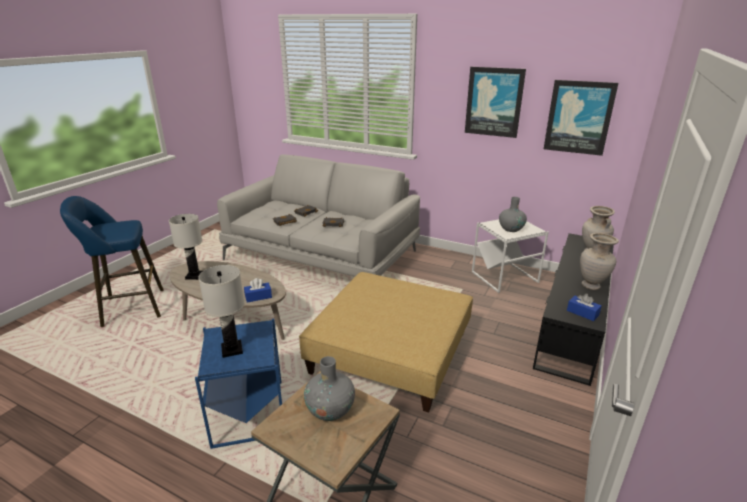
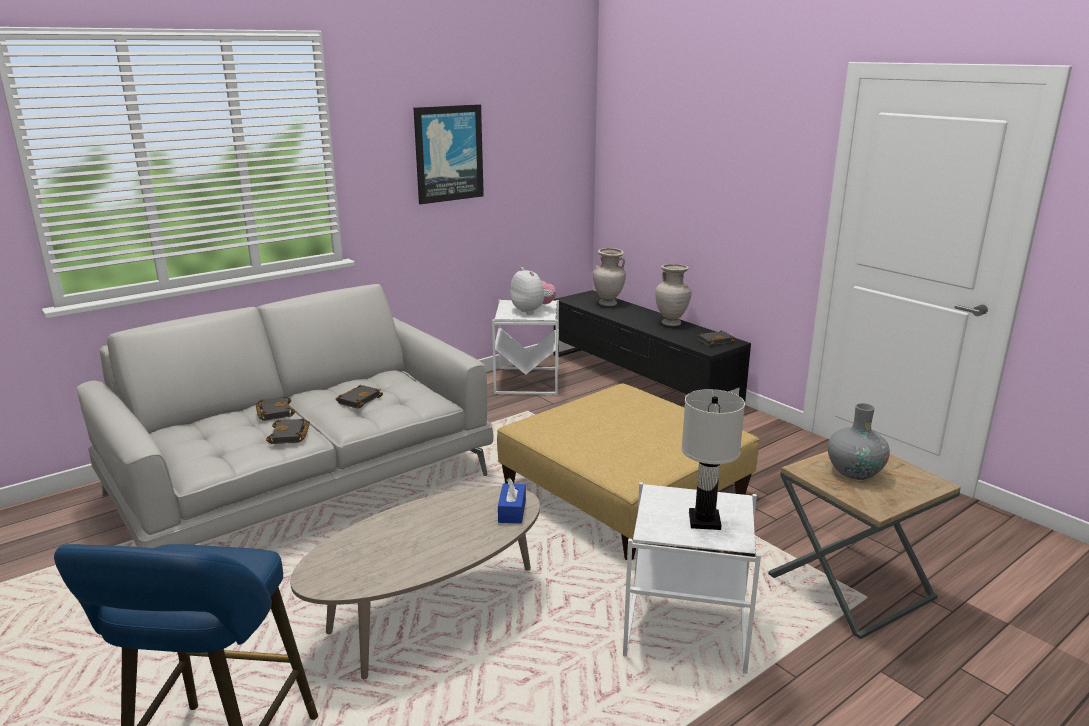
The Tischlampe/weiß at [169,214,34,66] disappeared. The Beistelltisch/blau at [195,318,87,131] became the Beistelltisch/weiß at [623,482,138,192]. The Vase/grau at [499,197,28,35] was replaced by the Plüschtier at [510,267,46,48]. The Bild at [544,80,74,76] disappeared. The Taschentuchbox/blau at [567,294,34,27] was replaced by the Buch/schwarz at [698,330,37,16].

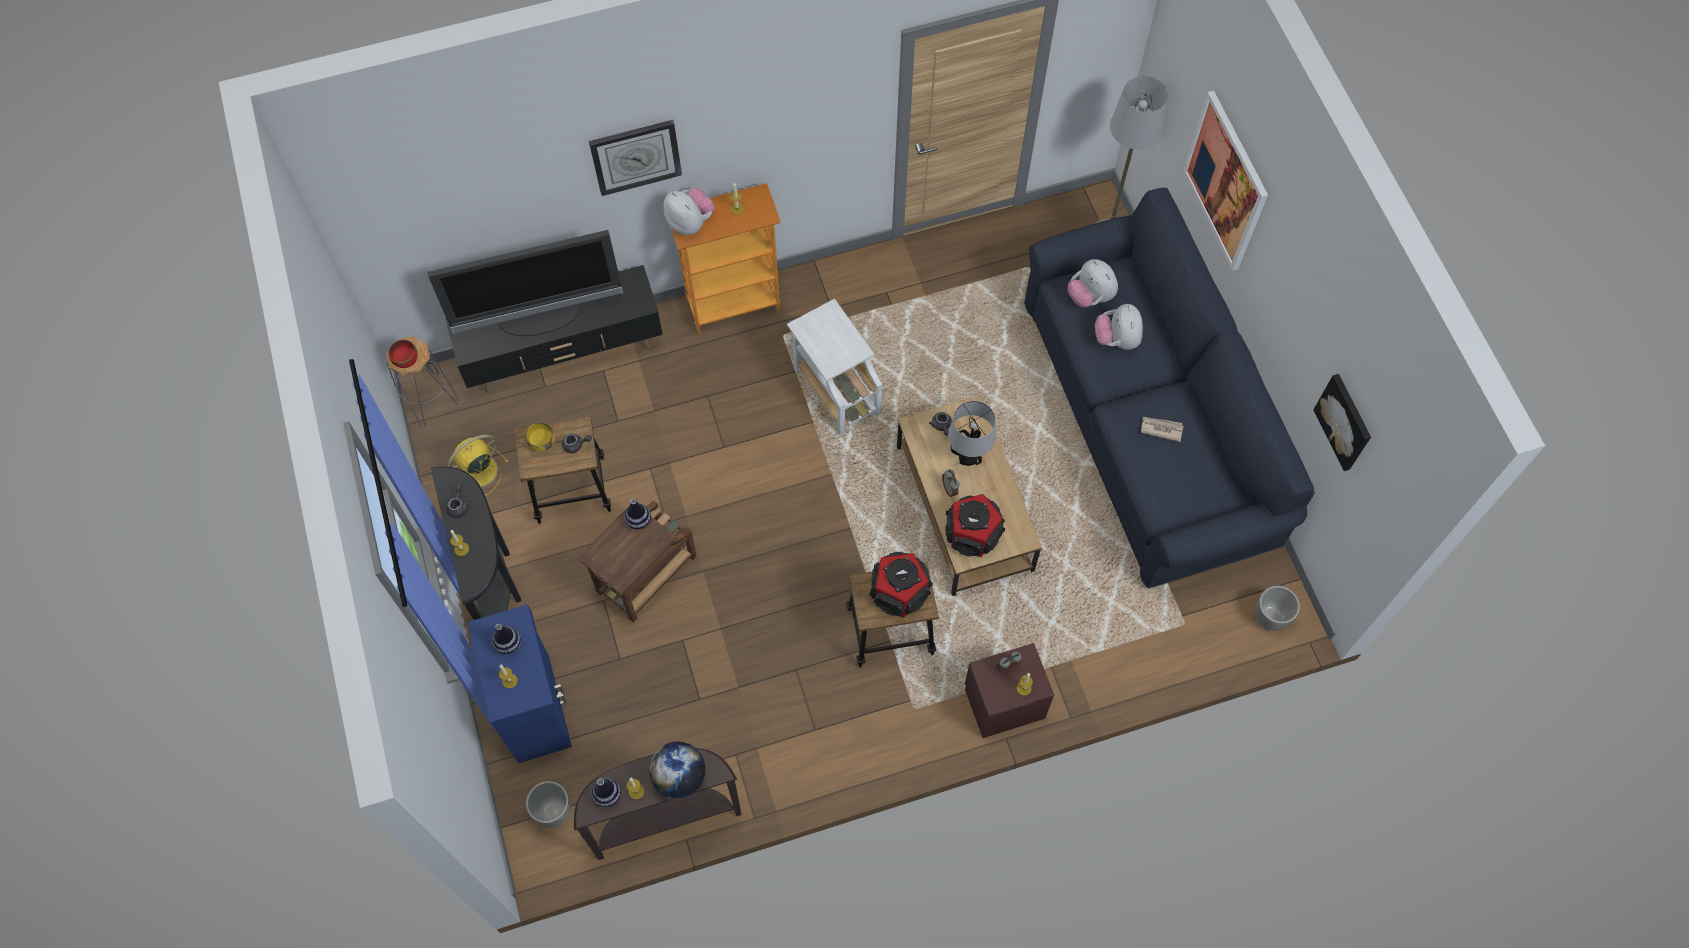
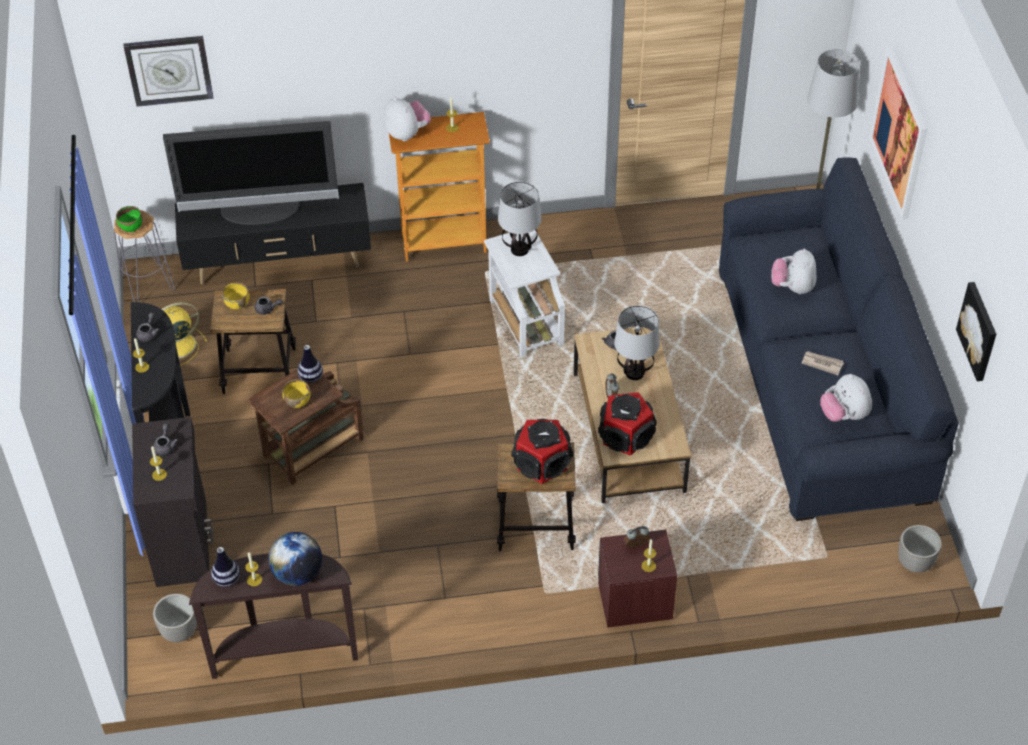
The Schüssel/rot at [388,339,29,29] became the Schüssel/grün at [116,206,27,26]. The Schrank/blau at [467,604,105,159] became the Schrank/schwarz at [132,417,82,170]. The Vase at [492,623,29,32] was replaced by the Teekanne/grau at [153,423,25,33]. The Wanduhr moved from [589,120,93,76] to [124,36,89,71]. The Plüschtier moved from [1068,259,50,49] to [820,374,52,48]. The Schüssel/gelb at [282,379,29,29] appeared. The Tischlampe at [498,182,43,74] appeared.

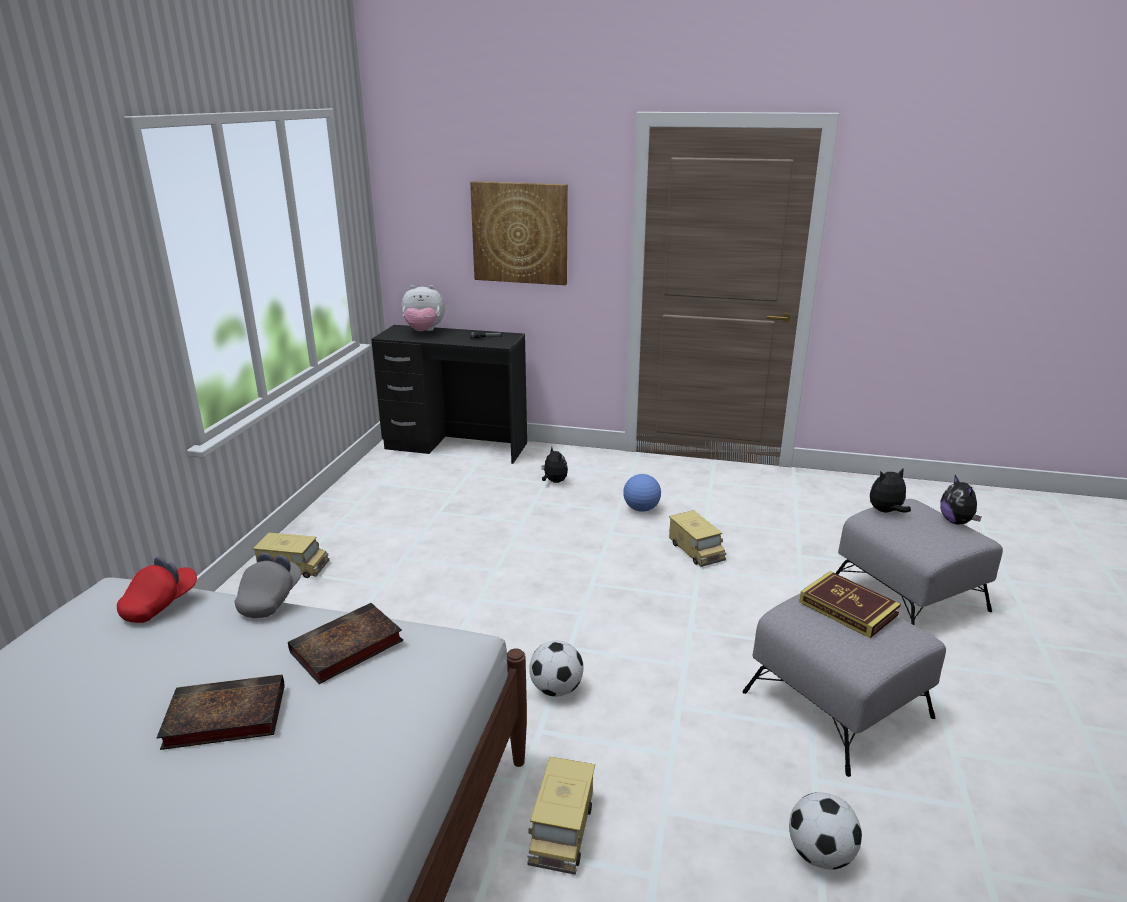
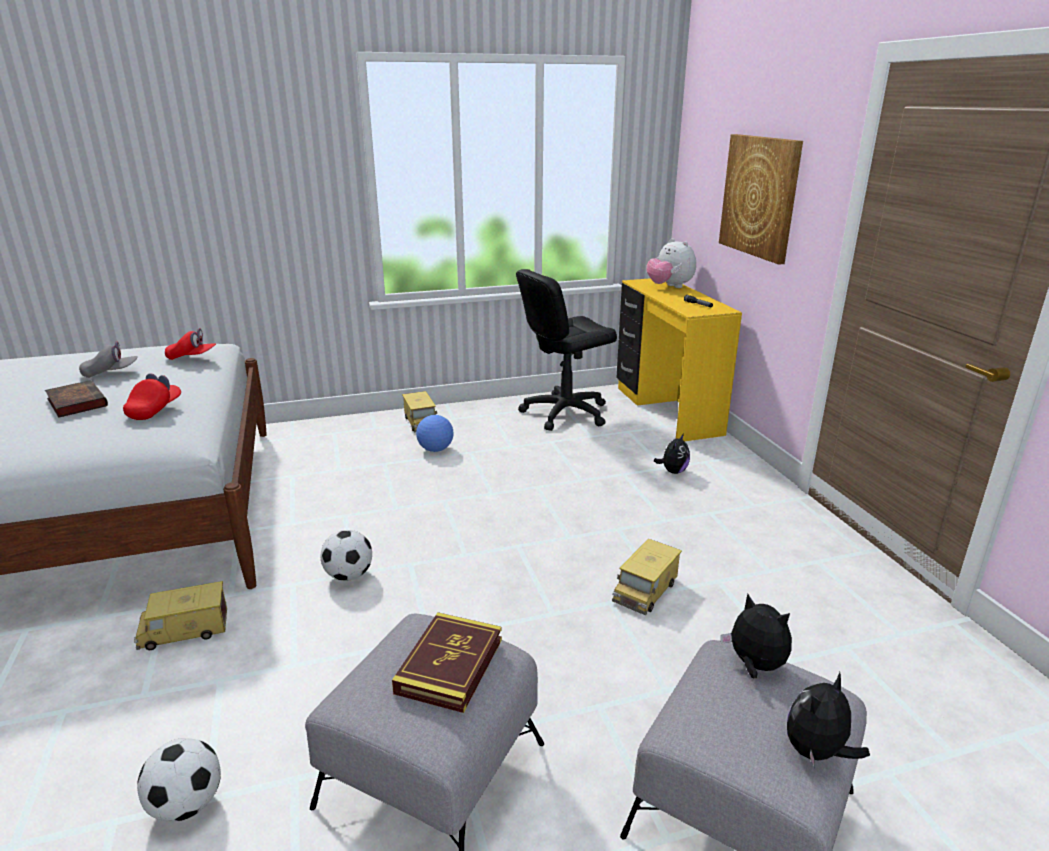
The Kappe/grau moved from [235,553,66,65] to [79,341,59,37]. The Buch at [288,603,115,81] was replaced by the Kappe/rot at [123,373,58,47]. The Schreibtisch/schwarz at [371,325,156,139] became the Schreibtisch/gelb at [616,278,126,163]. The Fußball moved from [623,474,38,38] to [416,415,38,37]. The Bürostuhl/schwarz at [516,269,101,162] appeared.

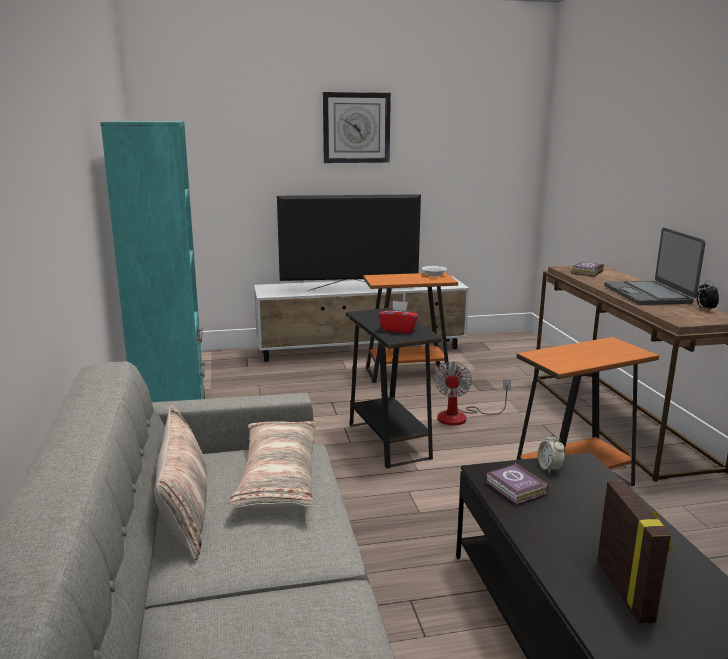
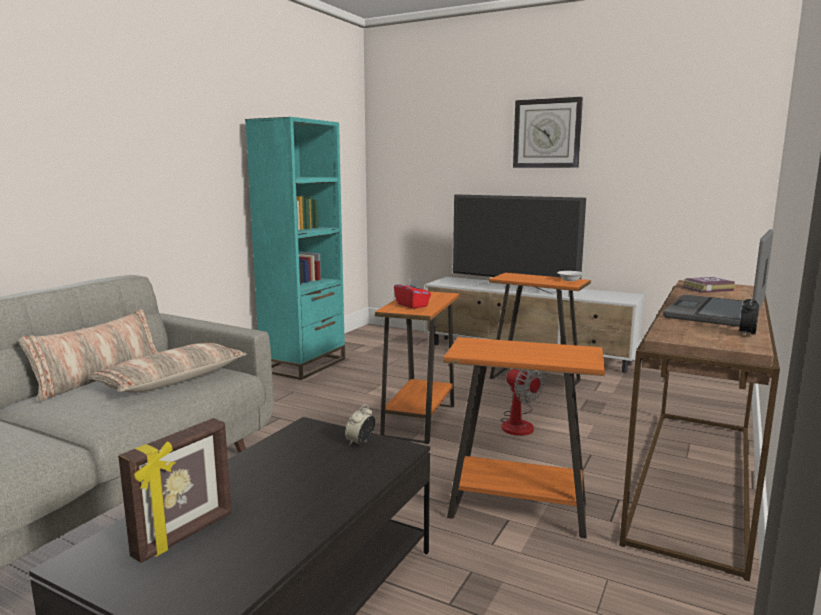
The Beistelltisch/schwarz at [346,307,96,161] became the Beistelltisch/orange at [375,291,84,153]. The Ventilator at [434,362,77,64] turned 90 degrees counterclockwise. The Buch at [485,463,63,43] disappeared.

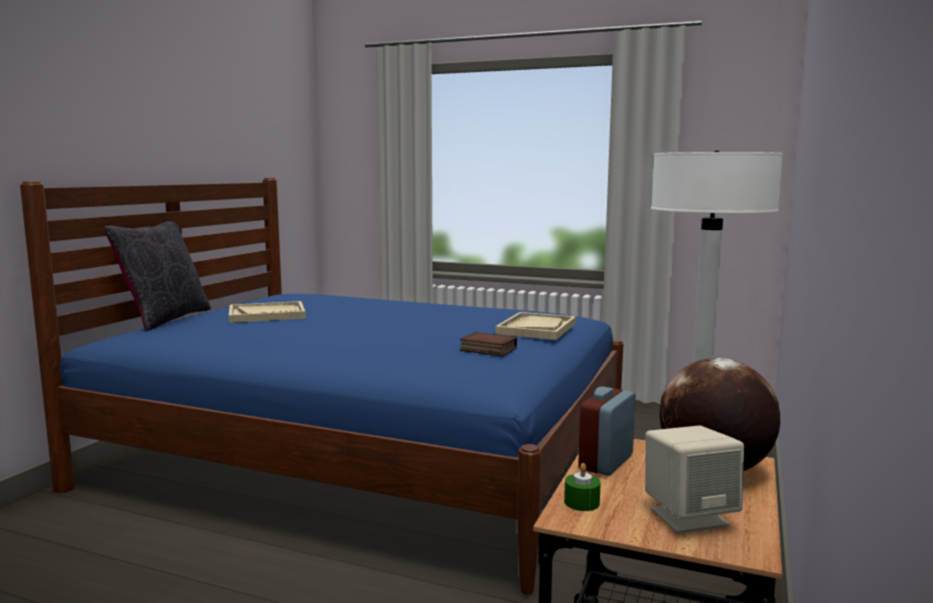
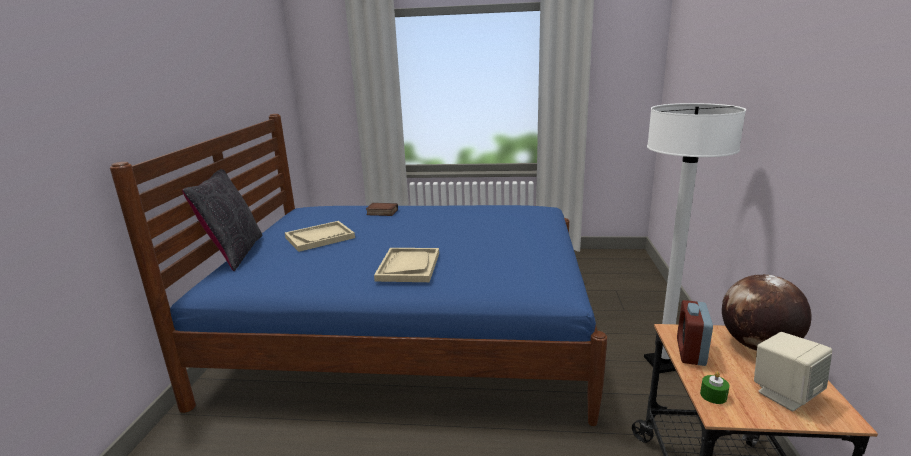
The Buch moved from [460,332,57,24] to [366,203,32,13]. The Tablett/beige moved from [495,312,81,28] to [374,248,65,34].

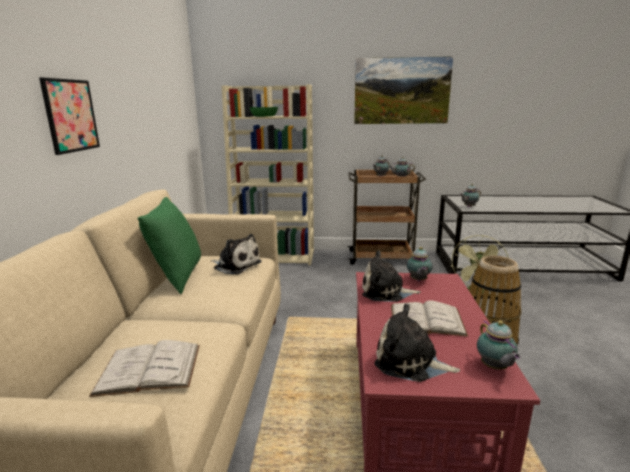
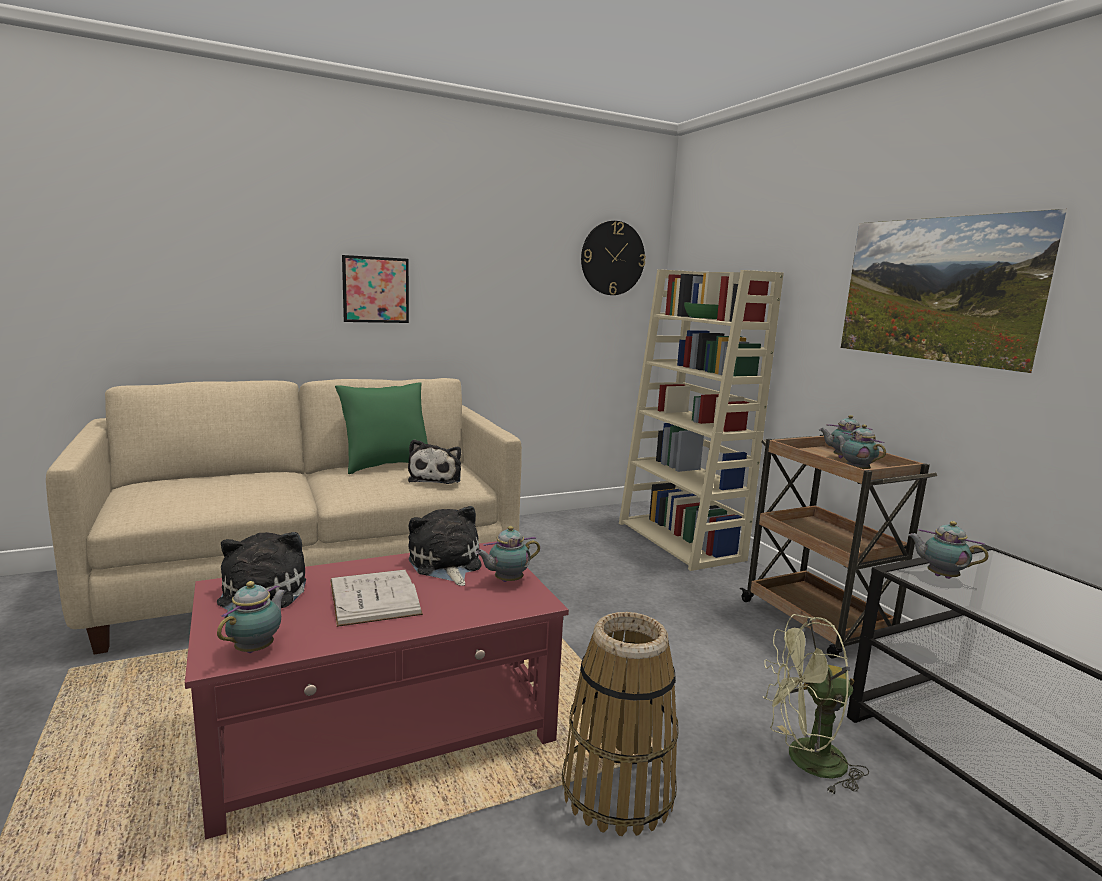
The Buch/weiß at [89,340,111,57] disappeared. The Teekanne at [477,320,44,50] turned 150 degrees clockwise. The Wanduhr at [581,221,65,74] appeared.

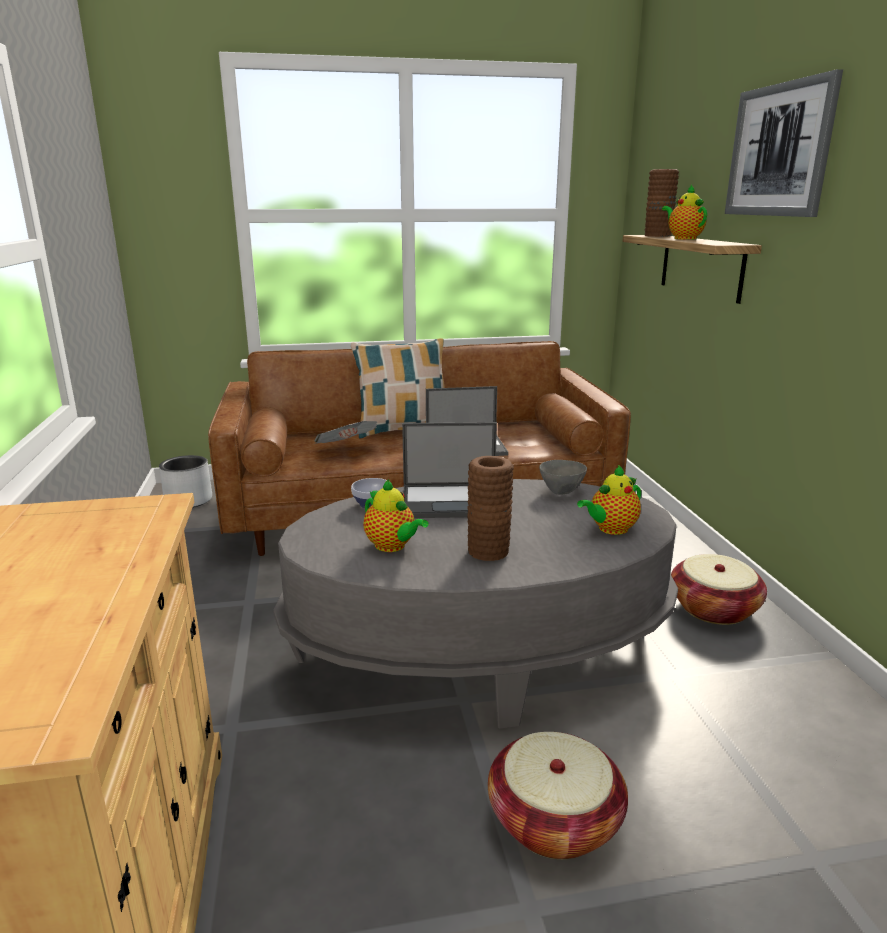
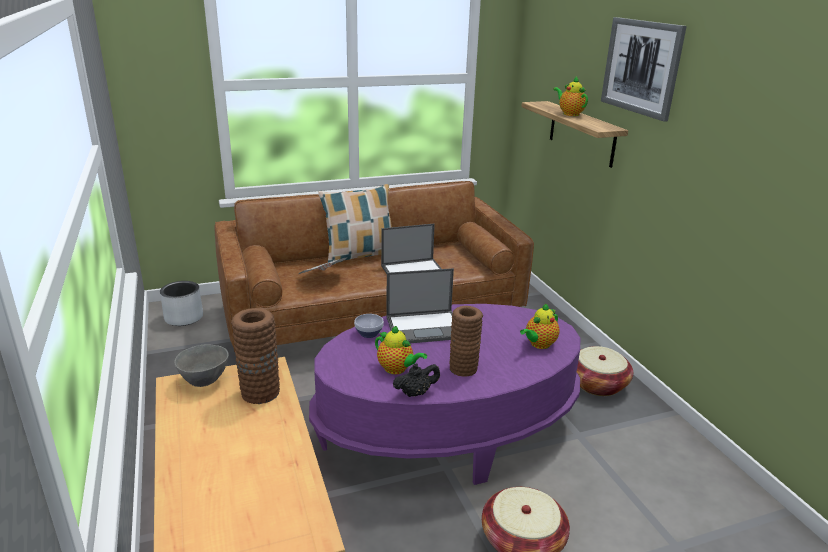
The Couchtisch/grau at [273,479,405,250] became the Couchtisch/lila at [309,304,272,181]. The Schüssel/grau moved from [539,460,48,35] to [174,345,55,42]. The Vase/braun moved from [645,169,34,68] to [231,308,49,96]. The Teekanne/schwarz at [393,363,47,34] appeared.

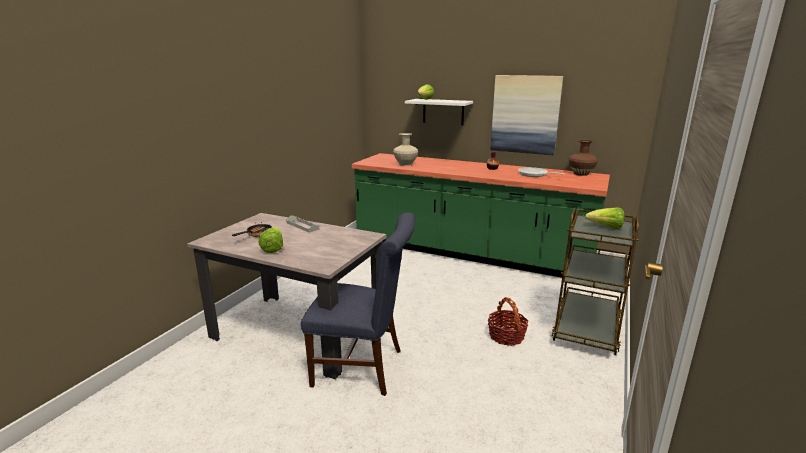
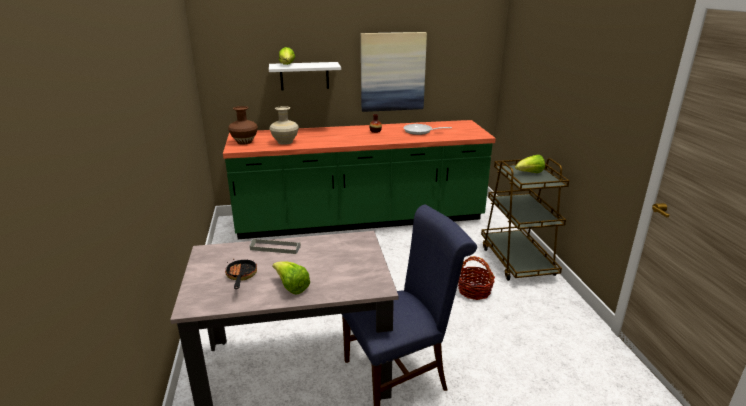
The Vase/braun moved from [569,140,29,36] to [228,106,30,38].

